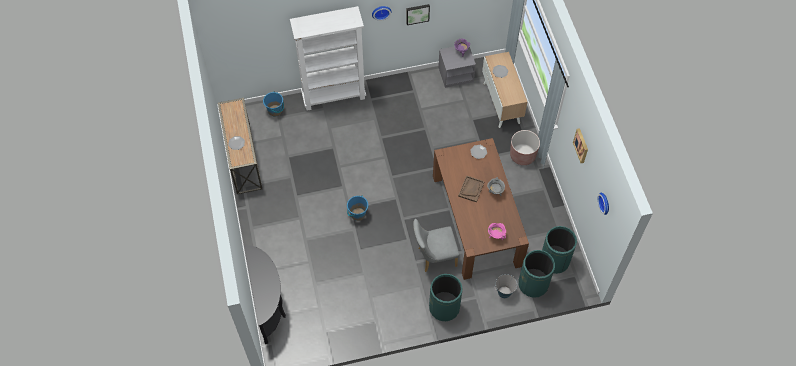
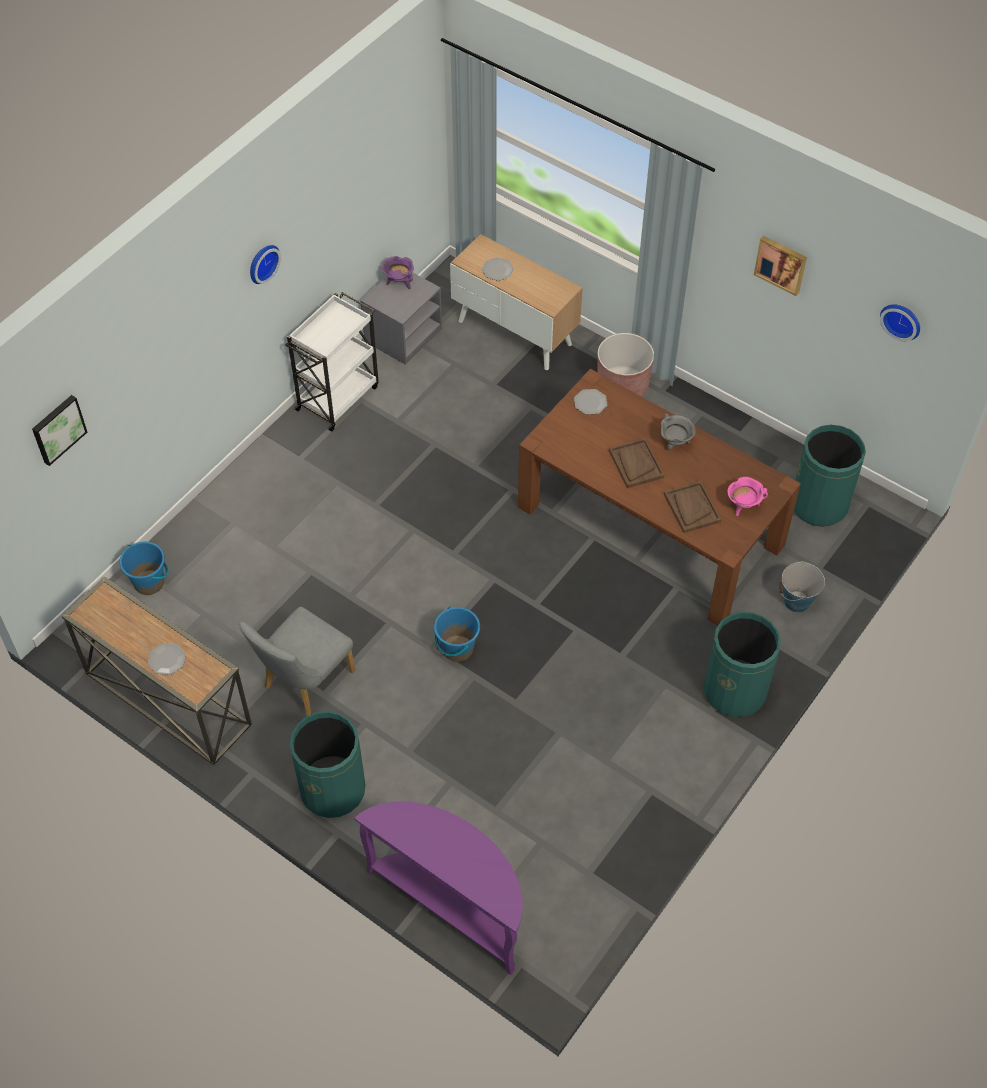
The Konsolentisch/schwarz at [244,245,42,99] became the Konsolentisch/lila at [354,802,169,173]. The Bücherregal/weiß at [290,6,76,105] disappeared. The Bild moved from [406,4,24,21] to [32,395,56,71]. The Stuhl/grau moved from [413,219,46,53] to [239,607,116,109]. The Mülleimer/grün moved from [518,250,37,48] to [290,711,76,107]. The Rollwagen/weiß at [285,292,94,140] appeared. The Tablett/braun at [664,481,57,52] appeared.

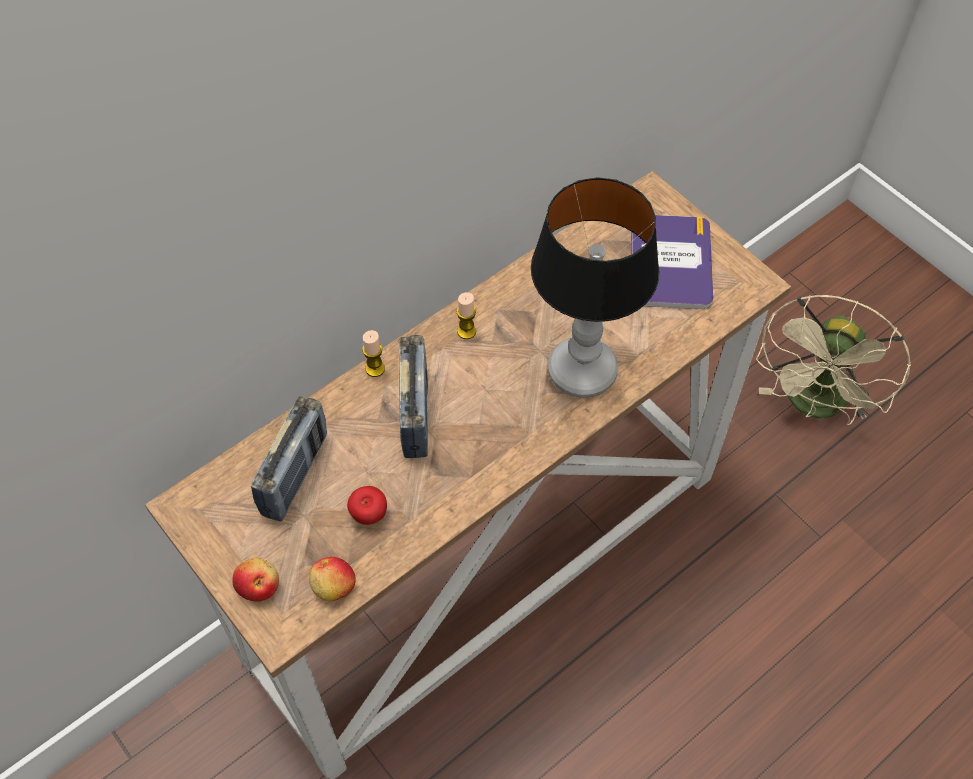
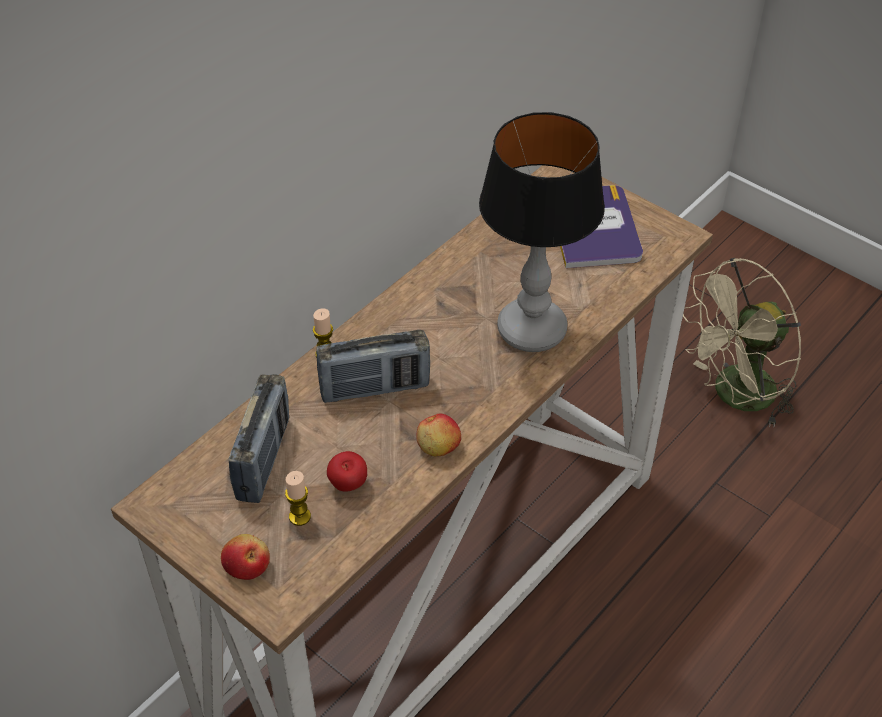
The Apfel moved from [309,557,47,44] to [416,414,45,43]. The Radio at [399,335,29,123] turned 90 degrees clockwise. The Kerze moved from [456,292,20,47] to [285,471,26,55]. The Ventilator/beige at [756,295,155,130] turned 45 degrees clockwise.

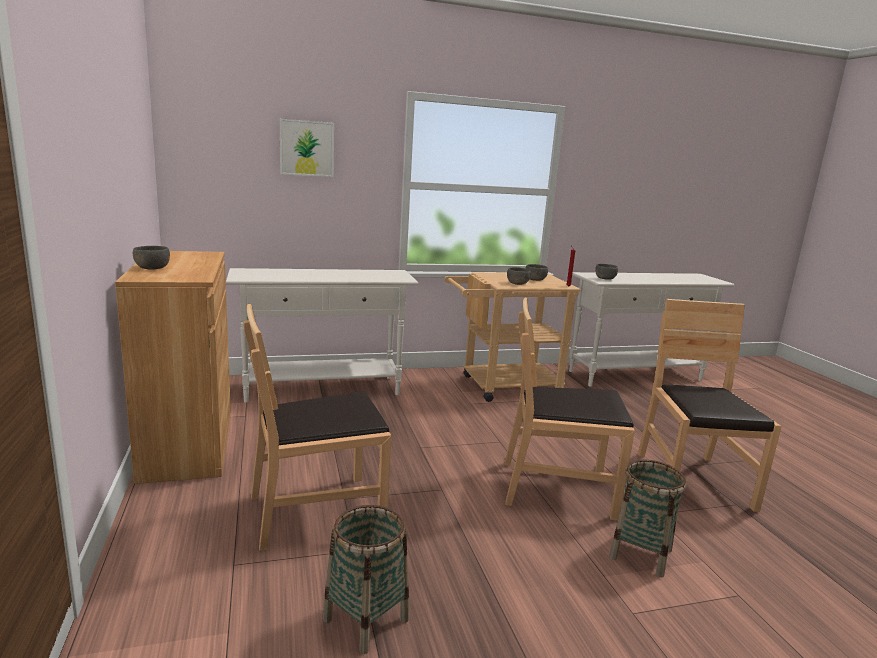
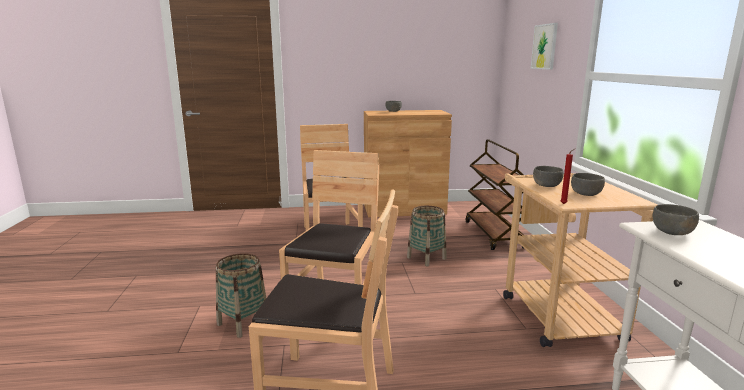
The Konsolentisch/weiß at [226,268,193,135] was replaced by the Rollwagen/braun at [466,139,58,111]. The Korb moved from [323,505,86,149] to [407,206,39,61].

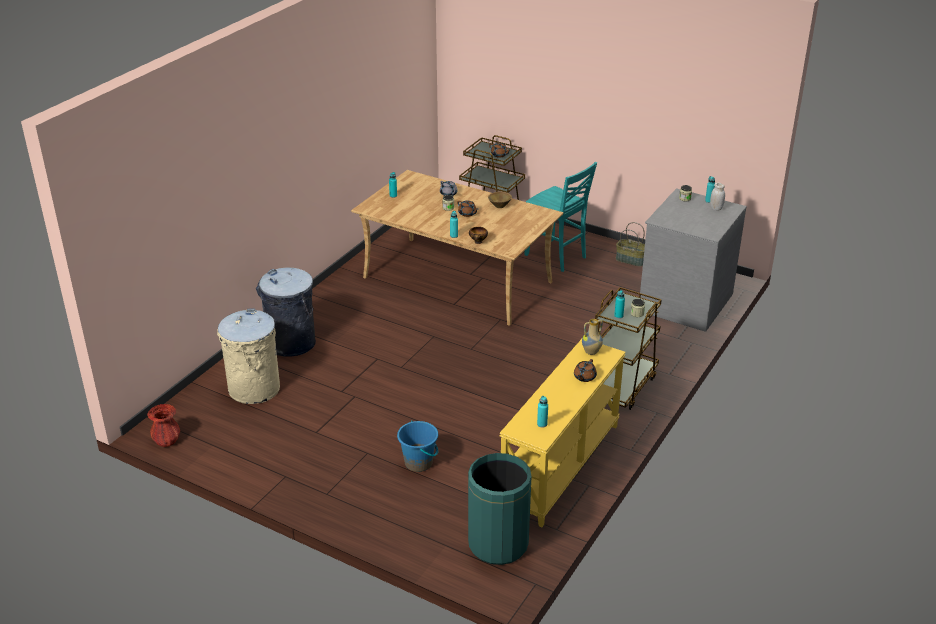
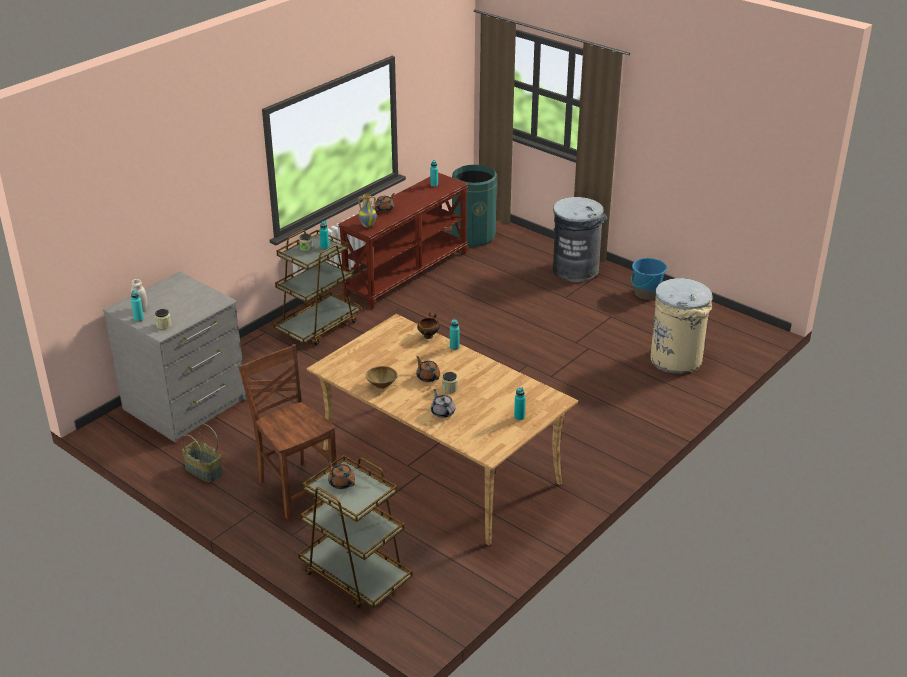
The Vase/rot at [147,404,33,43] disappeared. The Mülleimer/grau moved from [255,268,61,89] to [553,197,55,85]. The Eimer/blau moved from [397,421,41,51] to [631,257,36,43]. The Konsolentisch/gelb at [500,339,126,188] became the Konsolentisch/braun at [338,172,130,137]. The Stuhl/türkis at [524,162,73,110] became the Stuhl/braun at [238,344,99,175].

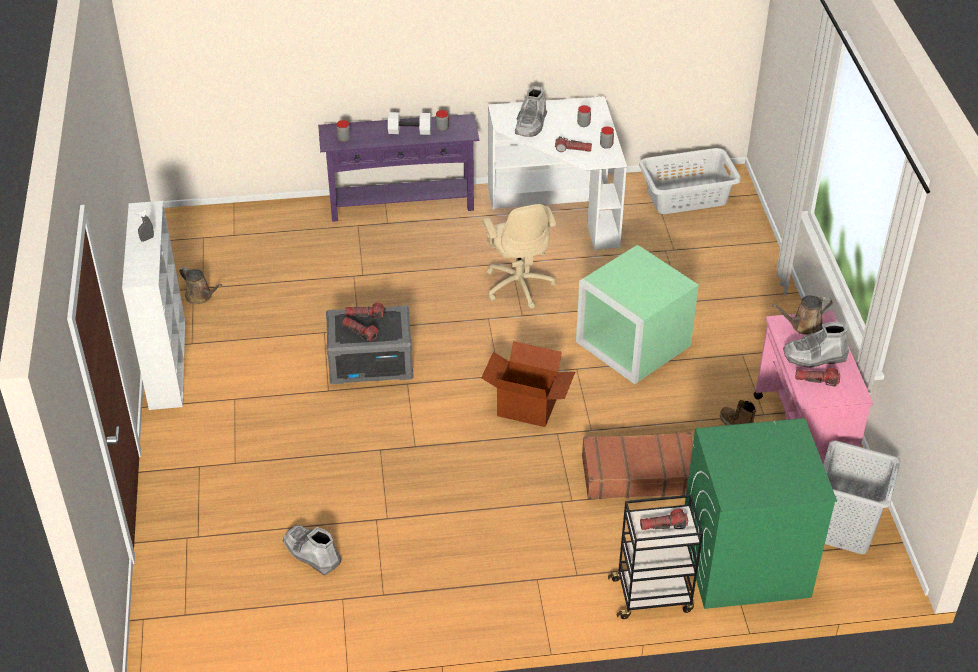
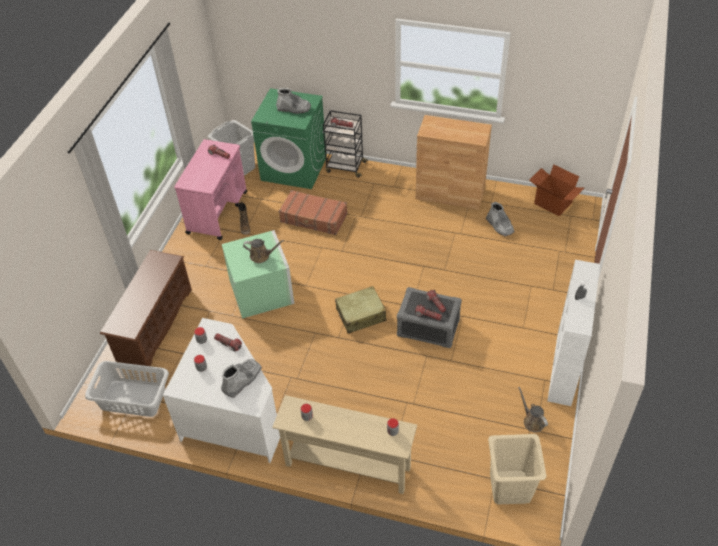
The Konsolentisch/lila at [318,114,161,108] became the Konsolentisch/beige at [272,395,145,99]. The Hantel/weiß at [388,112,43,23] disappeared. The Karton moved from [481,341,94,86] to [529,164,55,52]. The Bürostuhl/beige at [482,204,74,105] disappeared. The Gießkanne/braun moved from [772,296,61,39] to [243,239,41,24]. The Stiefel/grau moved from [783,322,66,46] to [276,88,35,26]. The Schuhregal/braun at [100,250,92,116] appeared. The Koffer/beige at [335,286,51,48] appeared. The Schrank/braun at [415,115,77,95] appeared. The Wäschekorb/beige at [488,434,58,70] appeared.

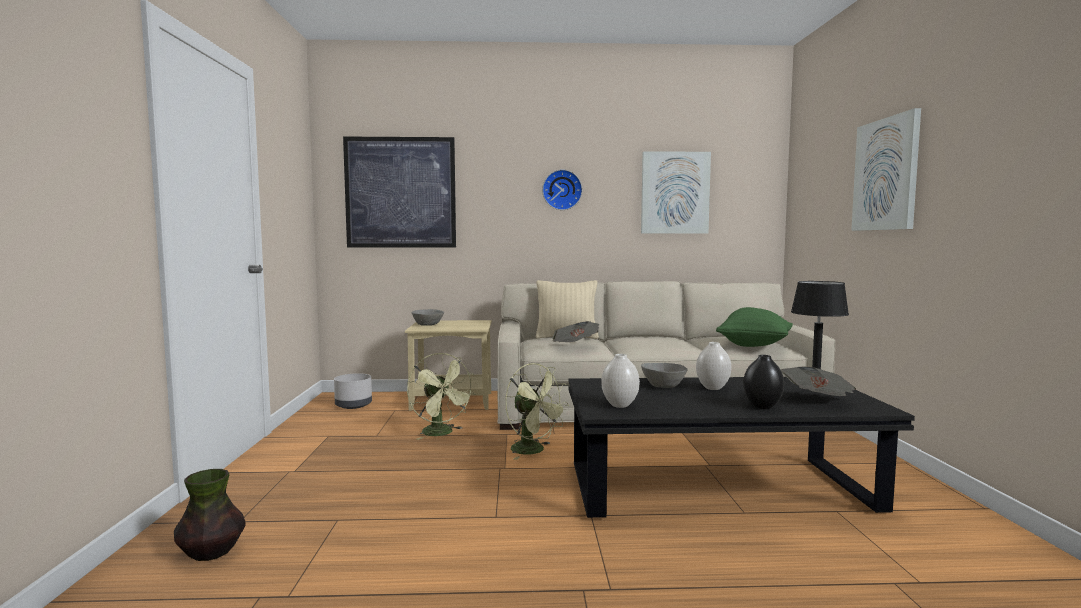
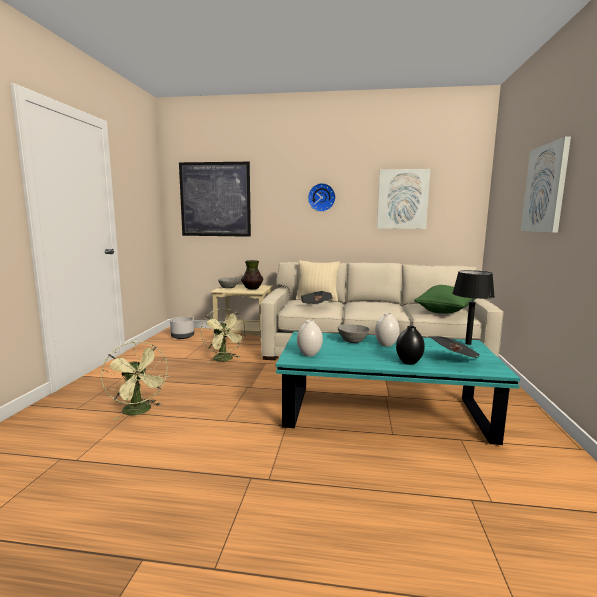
The Vase moved from [174,469,72,92] to [241,260,22,29]. The Ventilator/grün moved from [505,363,64,97] to [101,341,68,79]. The Couchtisch/schwarz at [569,377,346,141] became the Couchtisch/türkis at [276,332,244,113].

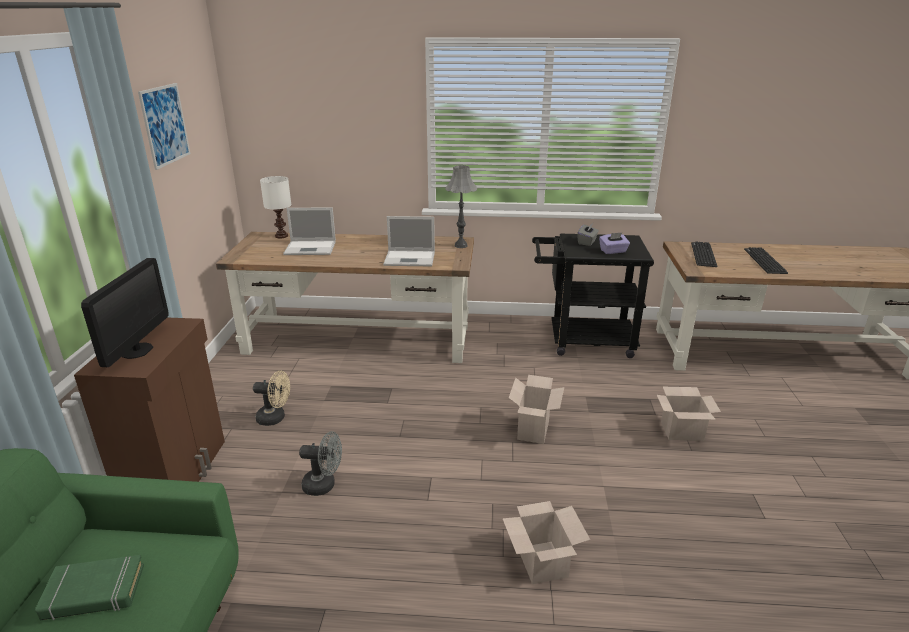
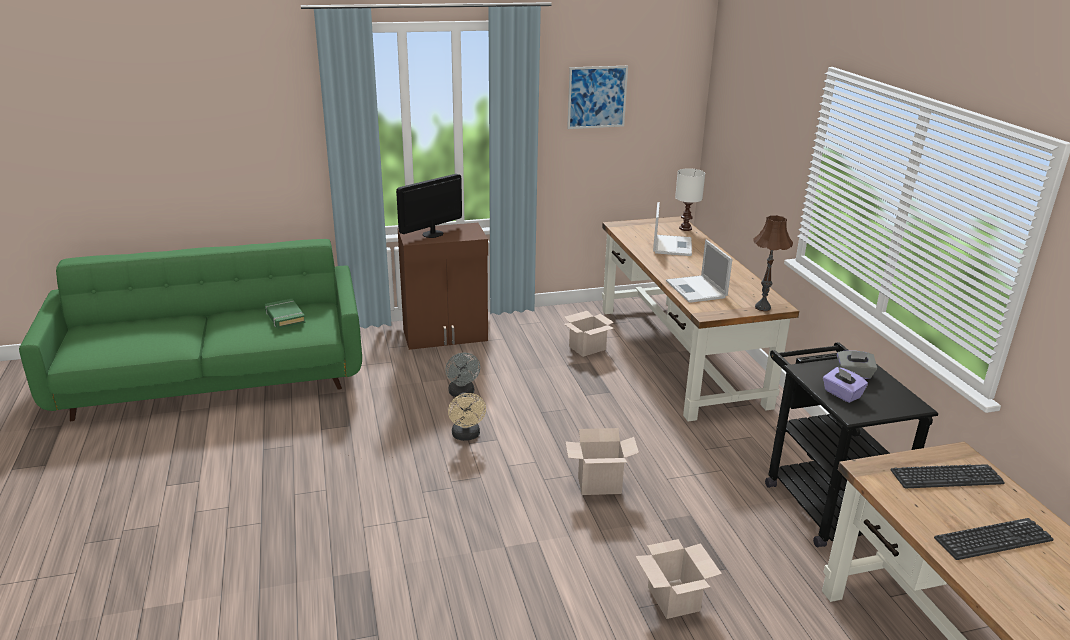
The Monitor at [81,258,88,109] turned 150 degrees clockwise. The Ventilator/beige moved from [253,371,37,55] to [448,392,38,49]. The Laptop at [283,207,53,48] turned 150 degrees counterclockwise. The Tischlampe/grau at [445,165,32,83] became the Tischlampe/braun at [754,215,39,96]. The Karton moved from [502,501,88,83] to [564,311,50,46].

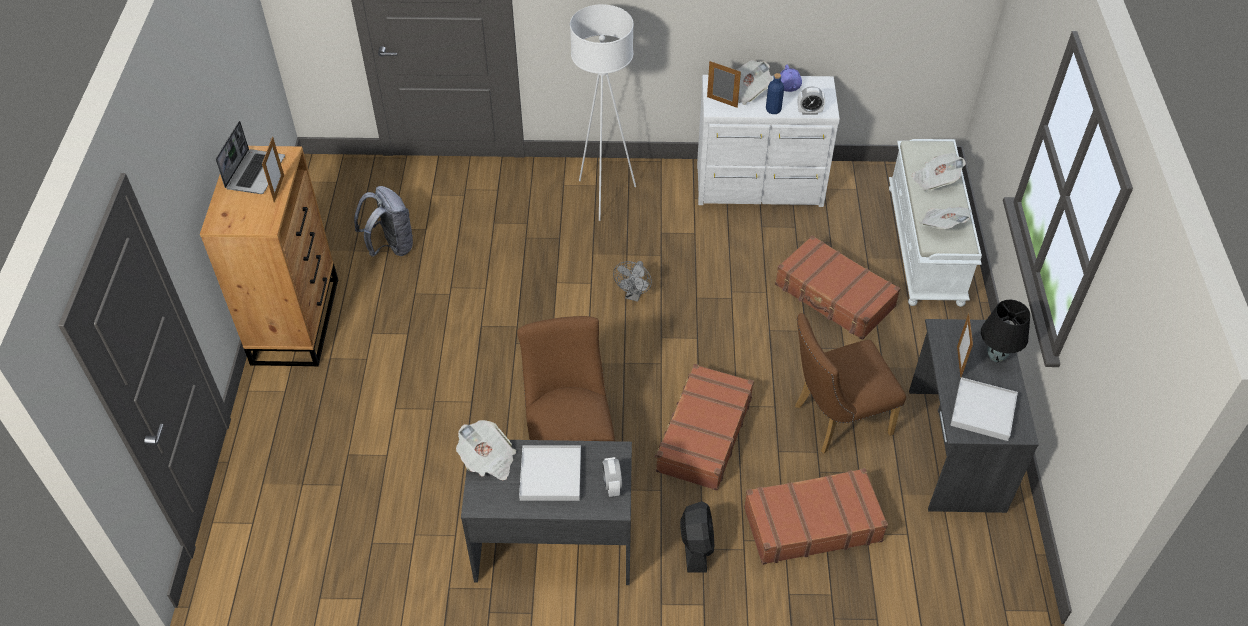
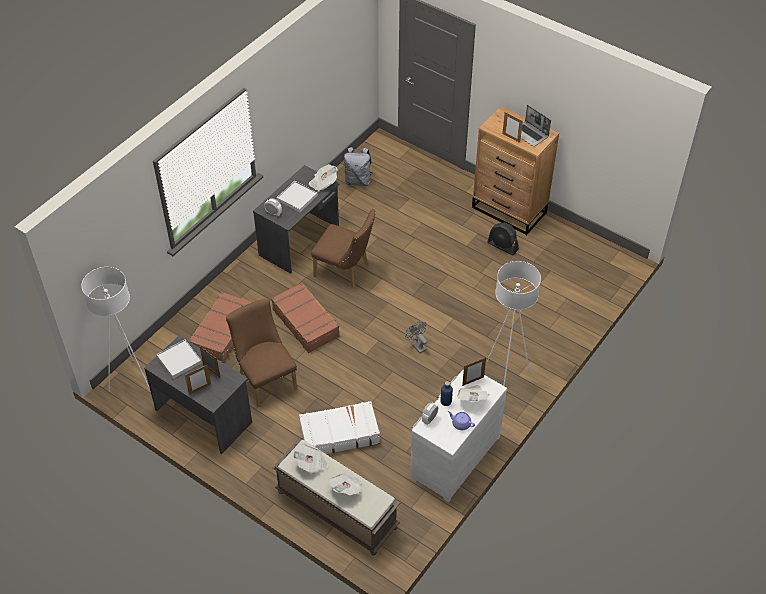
The Rucksack/grau moved from [354,186,59,71] to [344,147,29,39]. The Ventilator/schwarz moved from [680,501,34,71] to [487,222,32,33]. The Koffer/braun at [775,235,126,105] became the Koffer/weiß at [299,401,81,53]. The Stuhl/braun at [795,313,111,141] turned 45 degrees counterclockwise. The Bank/weiß at [889,139,93,168] became the Bank/braun at [272,438,128,117]. The Tischlampe/schwarz at [981,300,49,62] was replaced by the Bilderrahmen at [185,365,26,30]. The Stehlampe/weiß at [81,267,69,125] appeared.

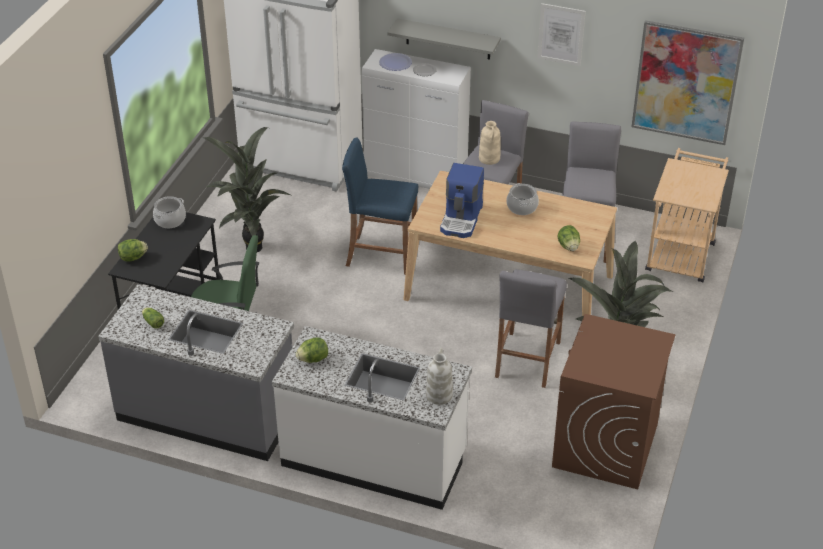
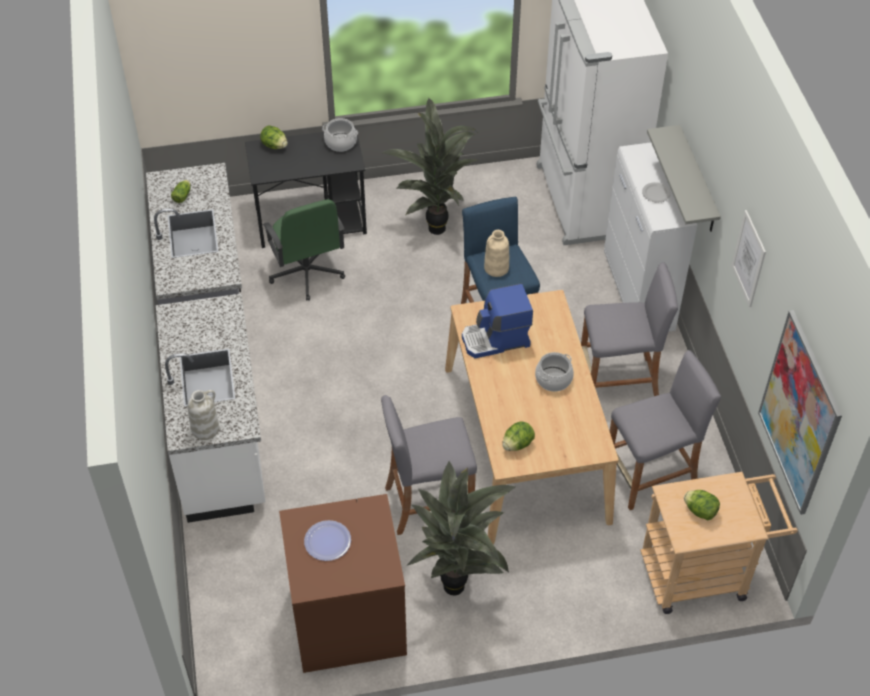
The Salatkopf moved from [296,337,32,26] to [684,490,36,30]. The Teller moved from [379,53,33,18] to [304,520,47,41]. The Vase/beige moved from [479,121,22,44] to [484,230,25,47].

